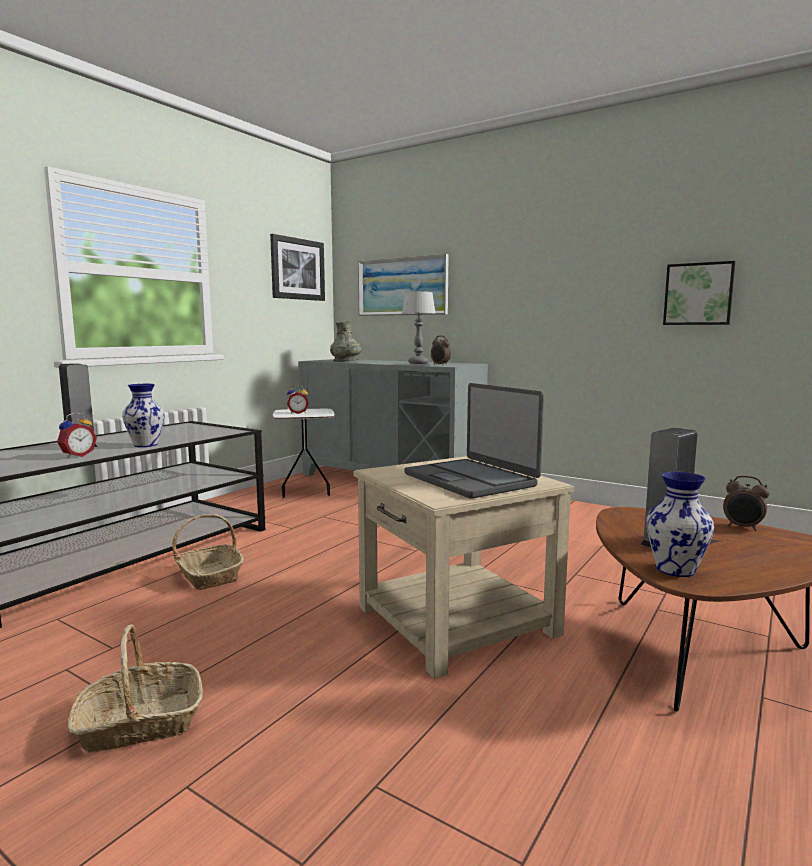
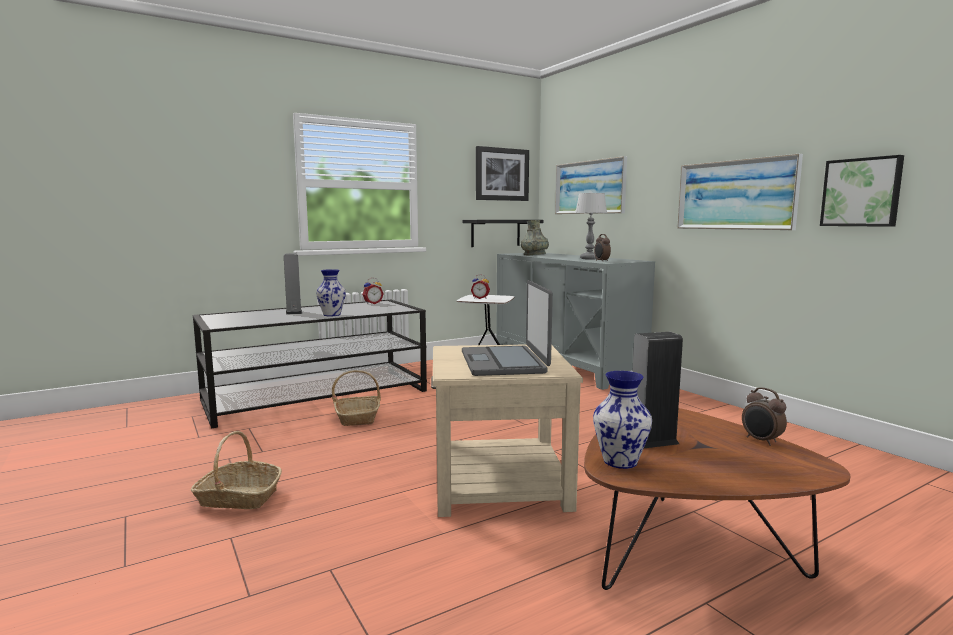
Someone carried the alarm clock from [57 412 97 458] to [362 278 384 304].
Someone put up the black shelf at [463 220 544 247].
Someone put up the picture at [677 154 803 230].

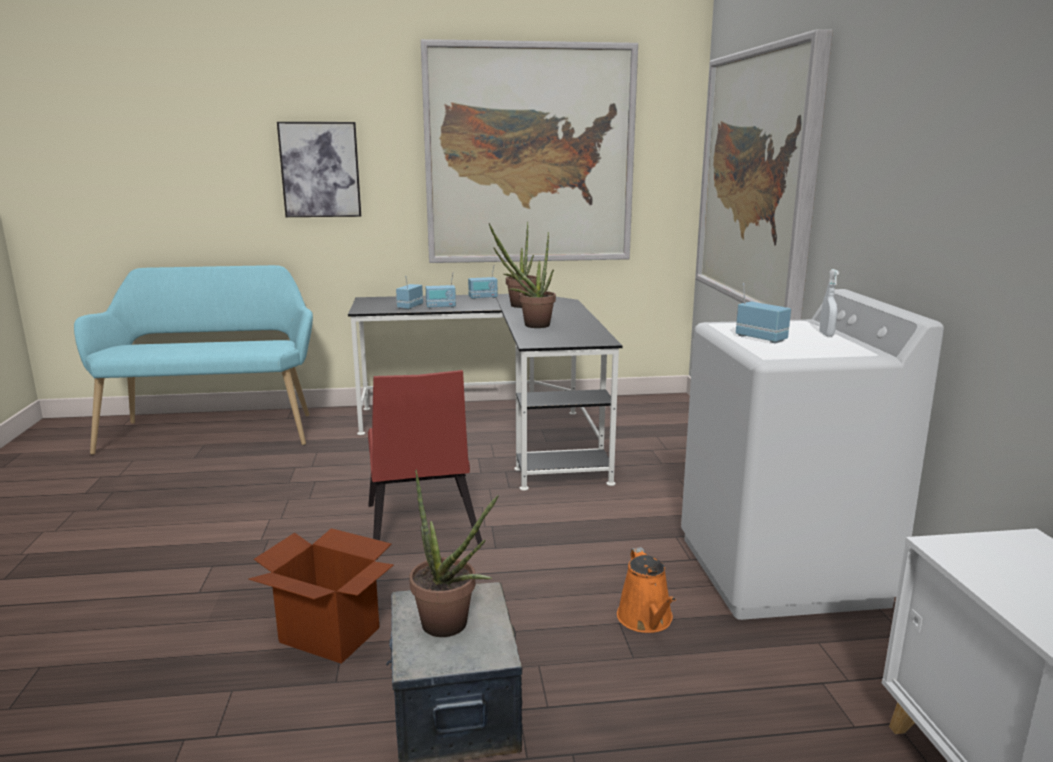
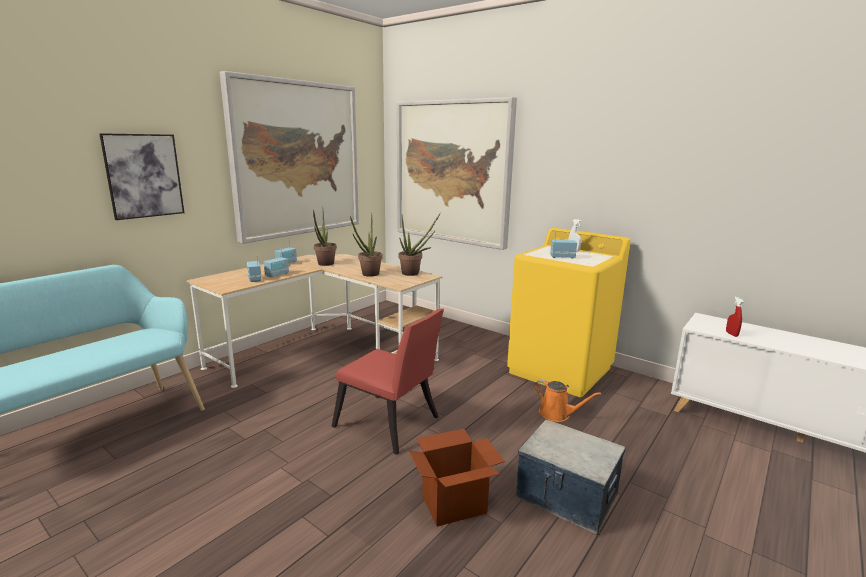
Someone repainted the black desk at [348 294 623 491], which became the beige desk at [187 254 443 388].
Someone carried the potted plant from [409 469 499 637] to [399 212 441 276].
Someone repainted the white washing machine at [681 289 944 620], which became the yellow washing machine at [507 228 631 397].
Someone put down the red spray bottle at [726 297 744 337].

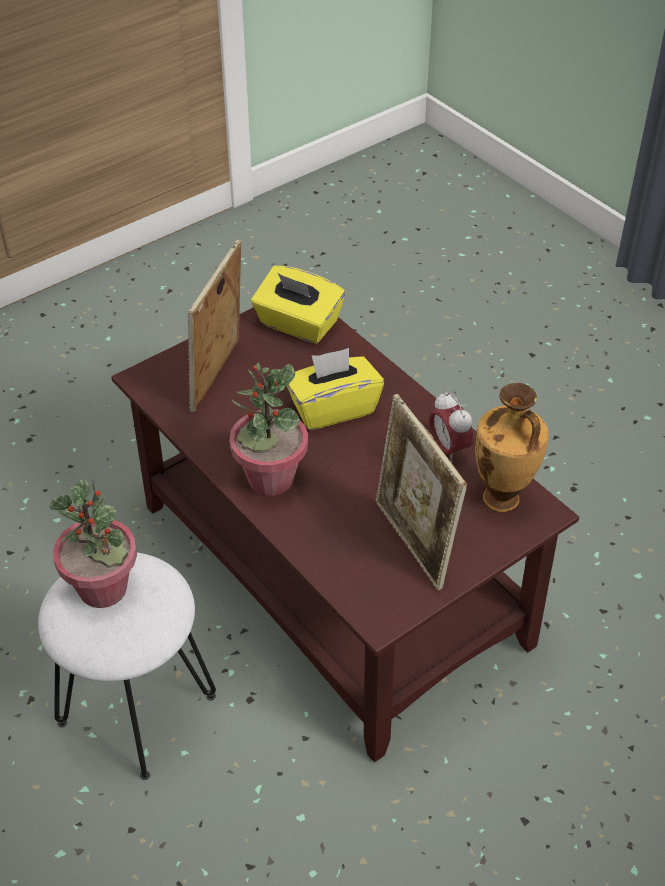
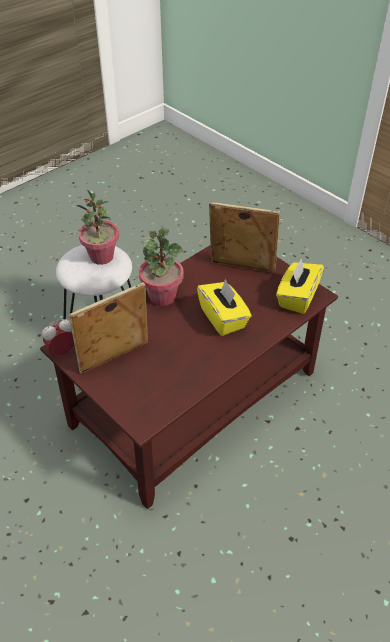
Someone carried the alarm clock from [429 391 474 463] to [42 319 75 356].
Someone took away the vase at [475 383 549 512].

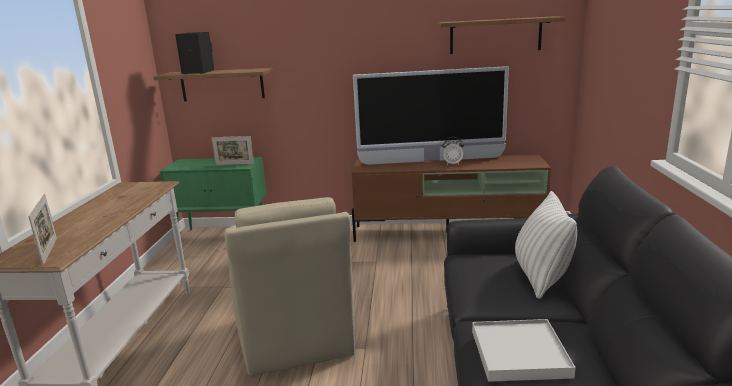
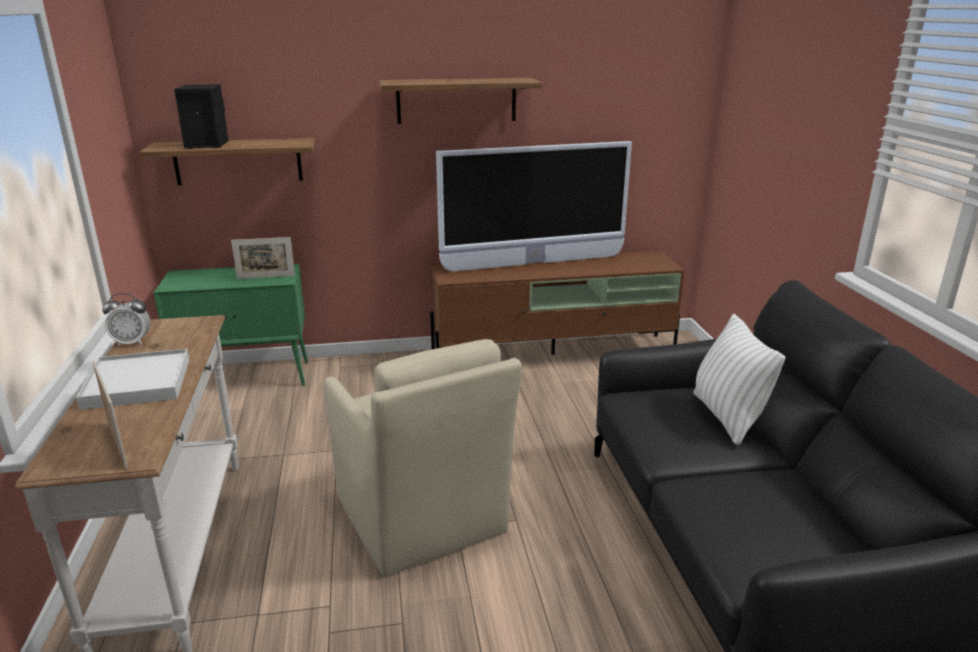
Someone carried the white tray from [472 319 576 382] to [76 349 189 410].
Someone carried the alarm clock from [443 137 464 165] to [102 293 151 346].
Someone carried the shelf from [438 16 565 54] to [379 78 543 124].

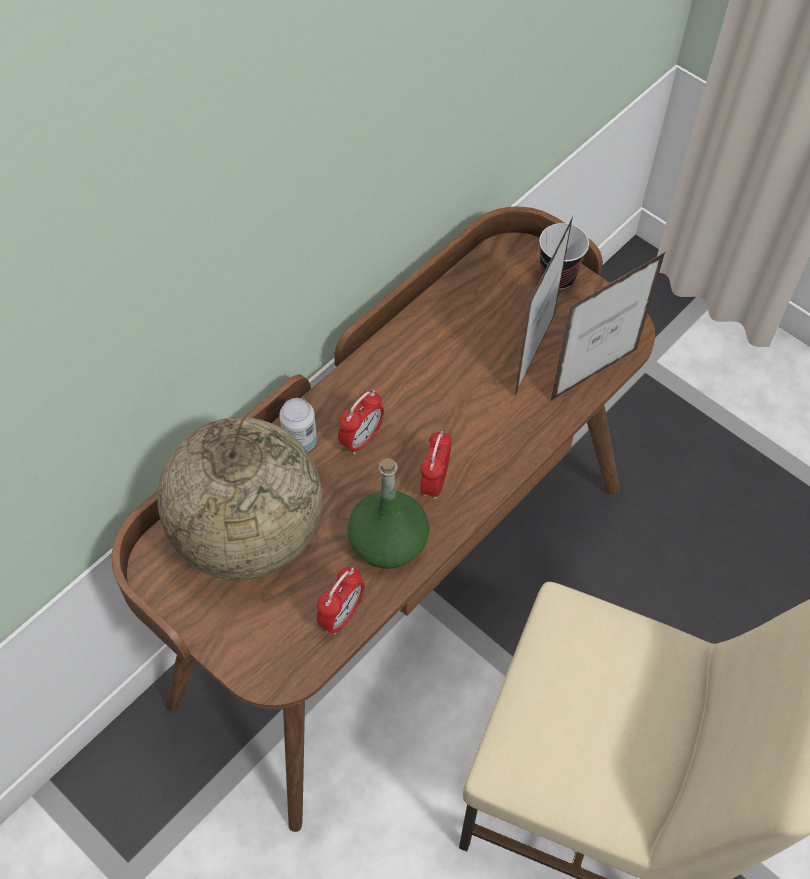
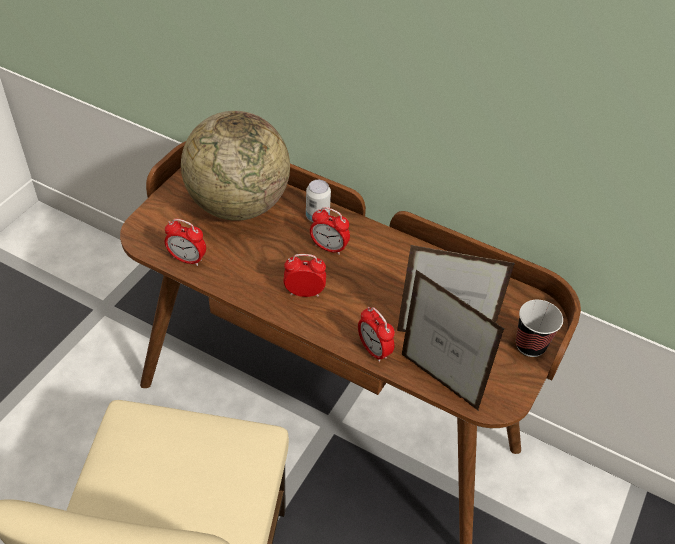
Someone put down the alarm clock at [358 307 395 362].
Someone took away the green bottle at [347 458 429 569].

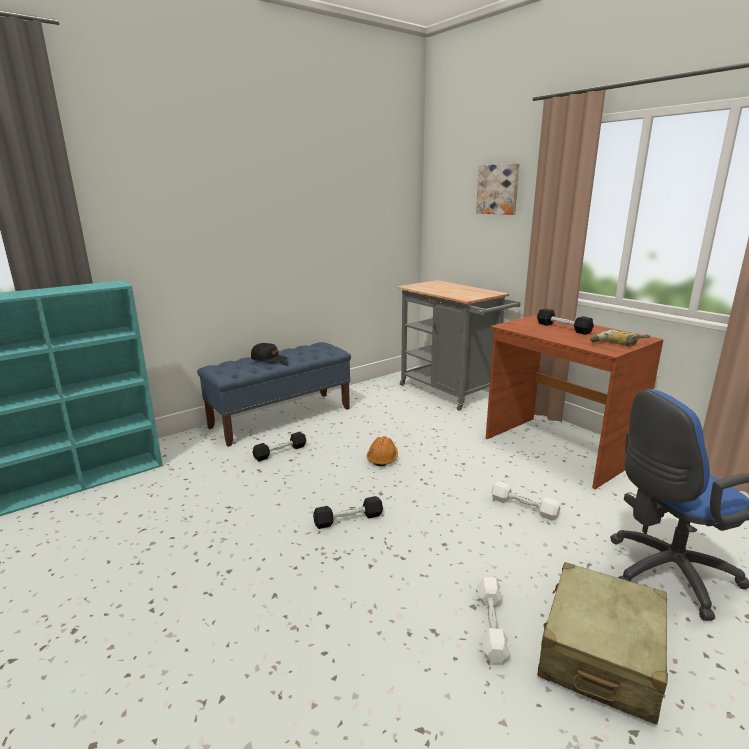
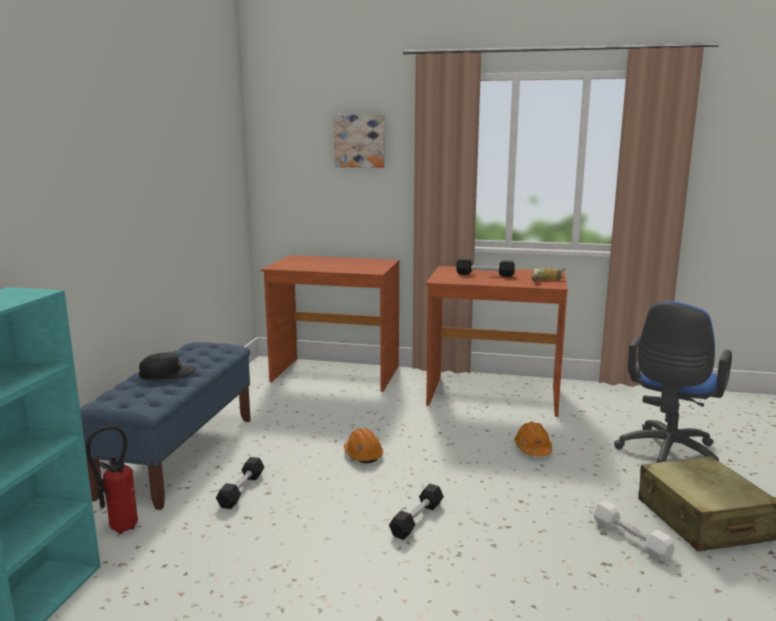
Someone put down the fire extinguisher at [86 425 138 534].
Someone swapped the grey cart at [397 280 520 411] for the brown desk at [261 255 399 392].
Someone swapped the white dumbbell at [491 481 560 520] for the orange hard hat at [514 422 552 456].

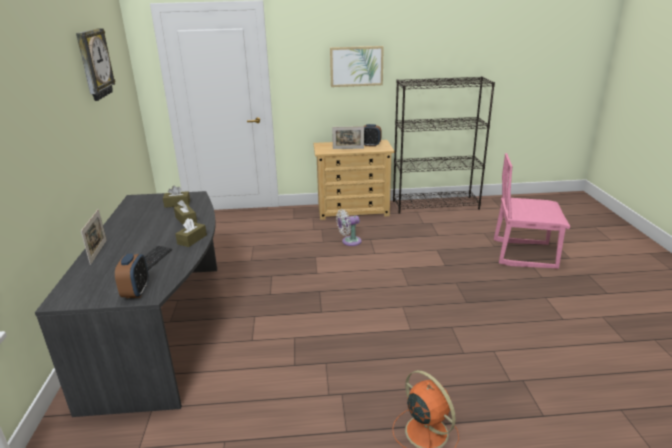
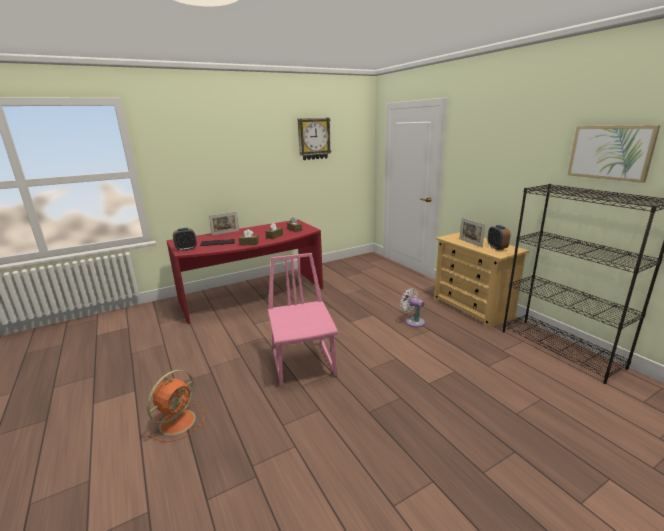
Someone repainted the grey desk at [35 191 217 417], which became the red desk at [166 219 323 324].
Someone carried the pink chair from [494 153 570 269] to [268 253 338 386].
Someone carried the picture from [330 46 384 87] to [568 125 660 183].

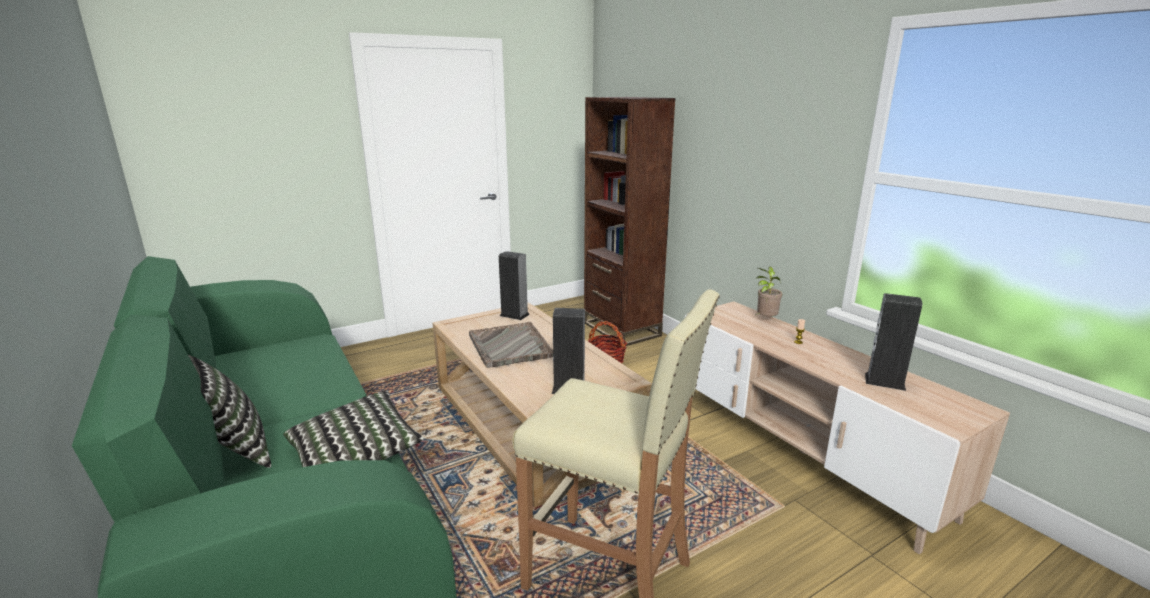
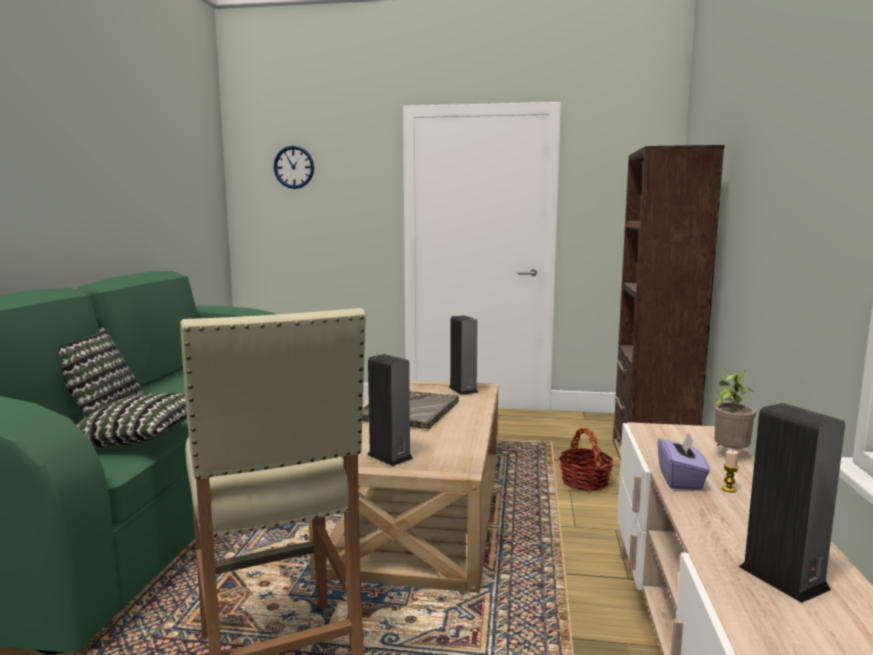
Someone put up the wall clock at [274 146 314 189].
Someone put down the purple tissue box at [658 432 710 490].

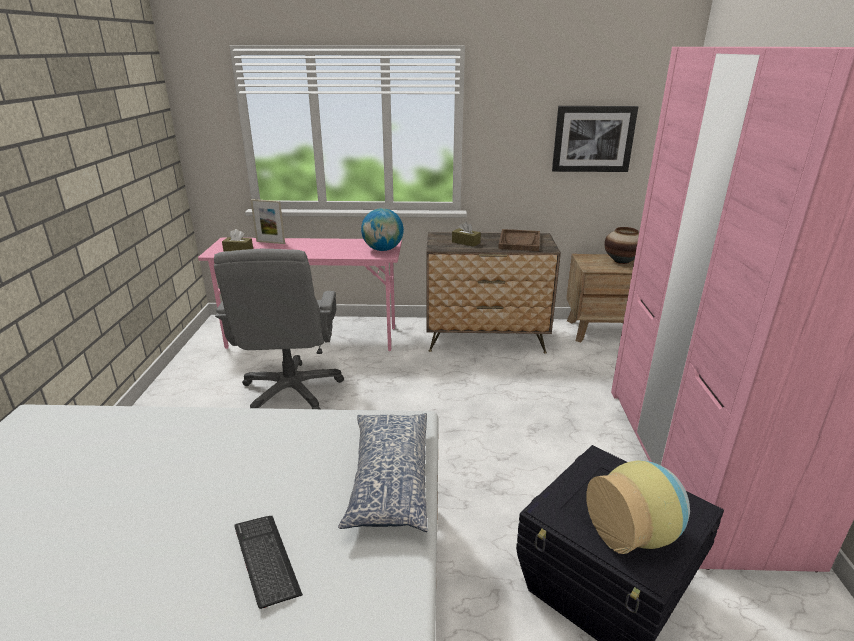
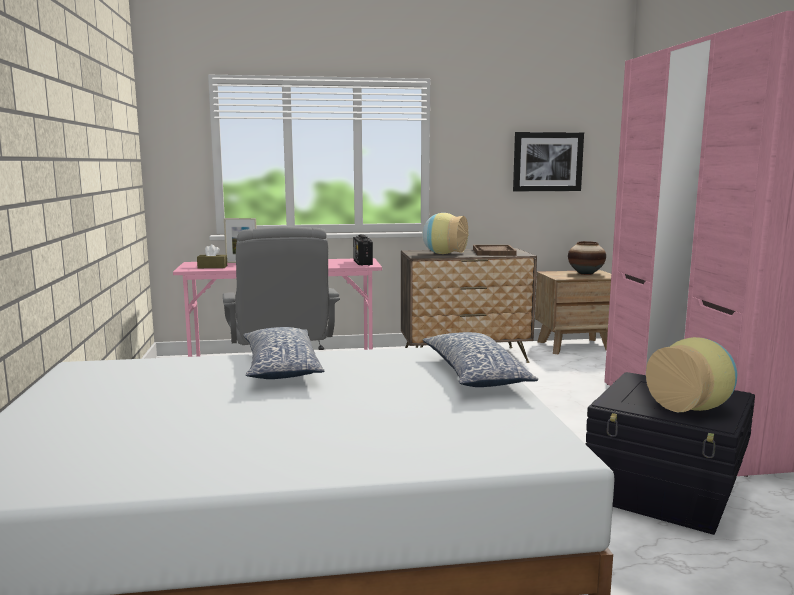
Someone put down the pillow at [243 327 324 379].
Someone swapped the globe at [361 208 404 251] for the radio at [353 234 373 266].
Someone swapped the brown tissue box at [452 222 481 247] for the vase at [423 213 468 254].
Someone took away the keyboard at [234 516 303 609].

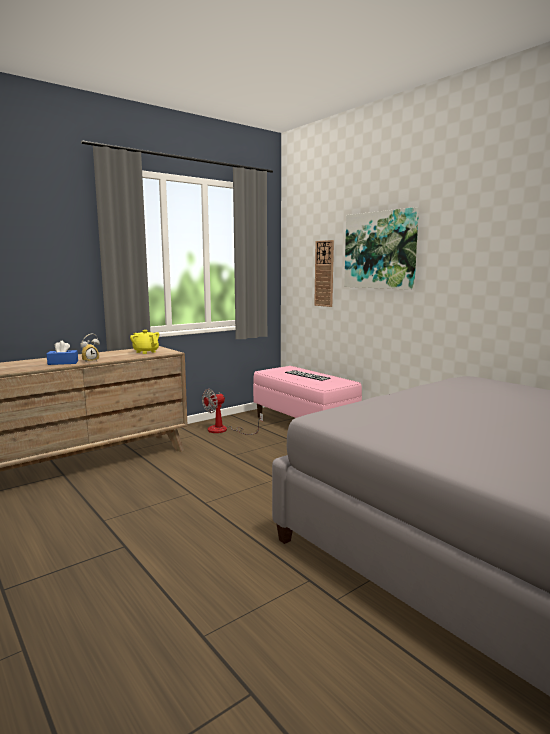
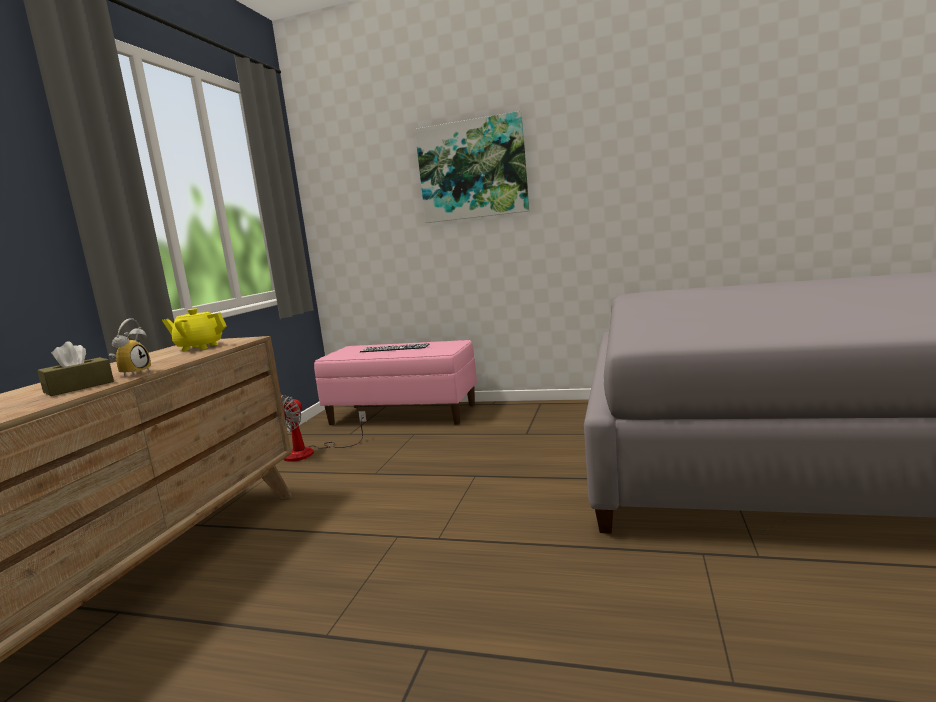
Someone repainted the blue tissue box at [47 341 78 365], which became the brown tissue box at [37 341 114 396].
Someone took away the wall clock at [314 240 334 307].

